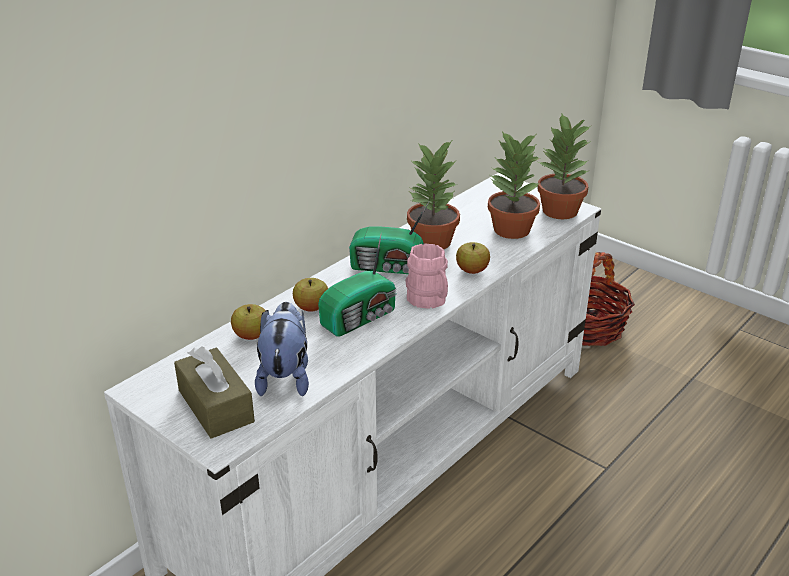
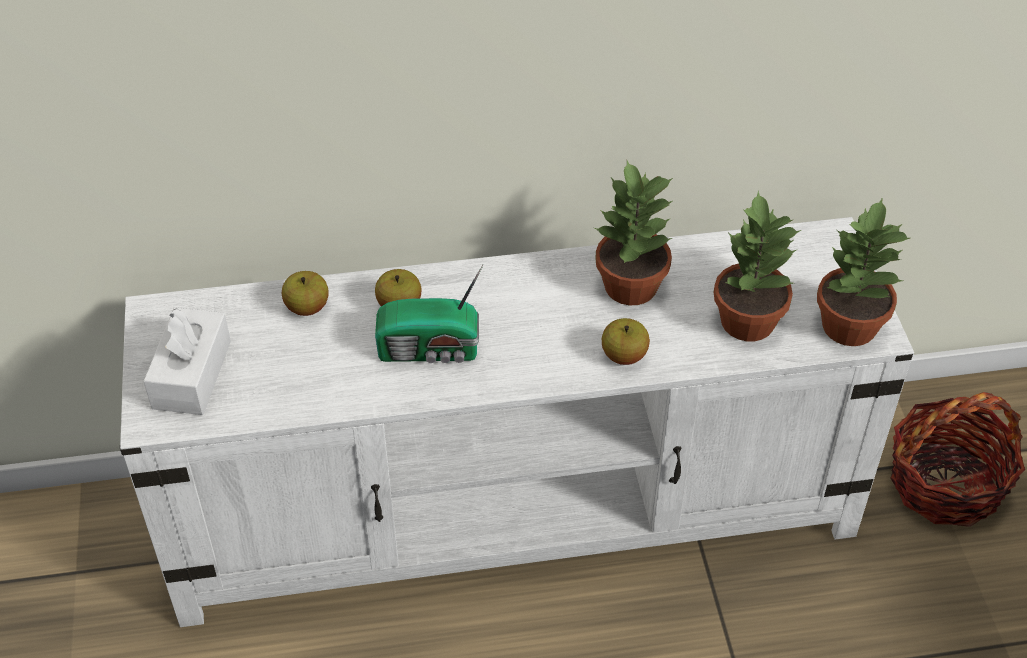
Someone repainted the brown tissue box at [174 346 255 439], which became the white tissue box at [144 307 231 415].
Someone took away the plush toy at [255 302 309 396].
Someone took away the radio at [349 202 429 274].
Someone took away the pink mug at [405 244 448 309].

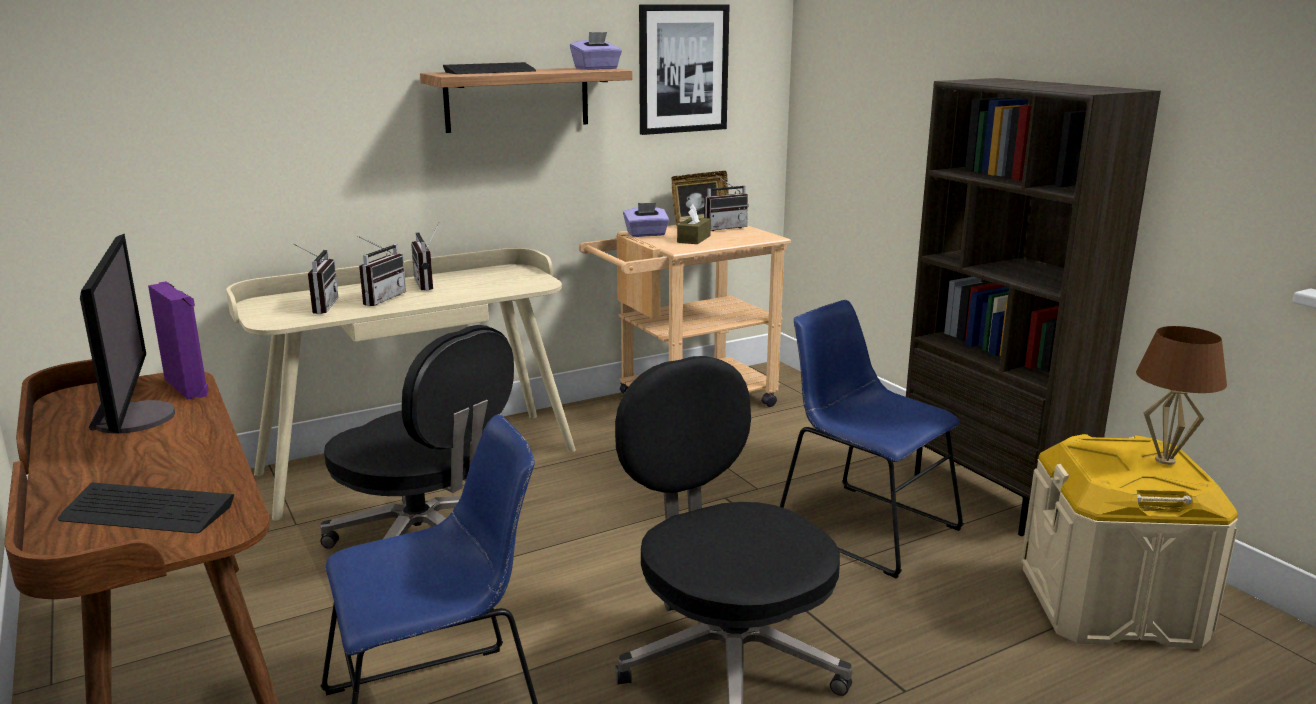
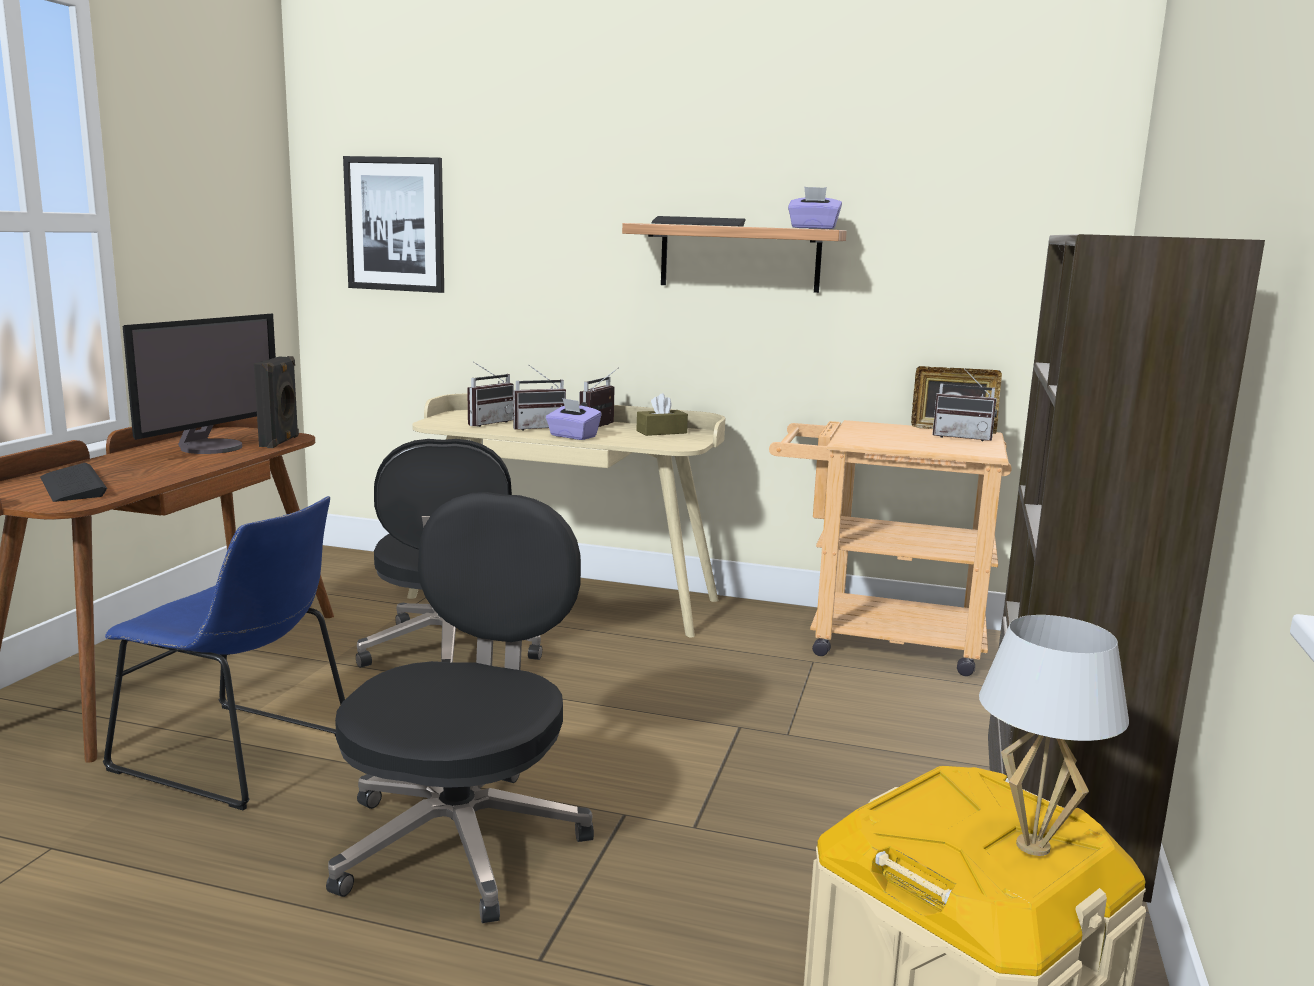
Someone repainted the purple speaker at [148 281 209 399], which became the black speaker at [254 356 299 448].
Someone carried the picture from [639 5 730 135] to [343 156 444 293].
Someone carried the purple tissue box from [623 203 669 237] to [546 398 602 440].
Someone carried the brown tissue box from [677 205 711 244] to [636 393 688 436].
Someone repainted the brown table lamp at [1136 326 1227 465], which became the white table lamp at [979 615 1129 856].
Someone took away the blue chair at [780 300 964 578].

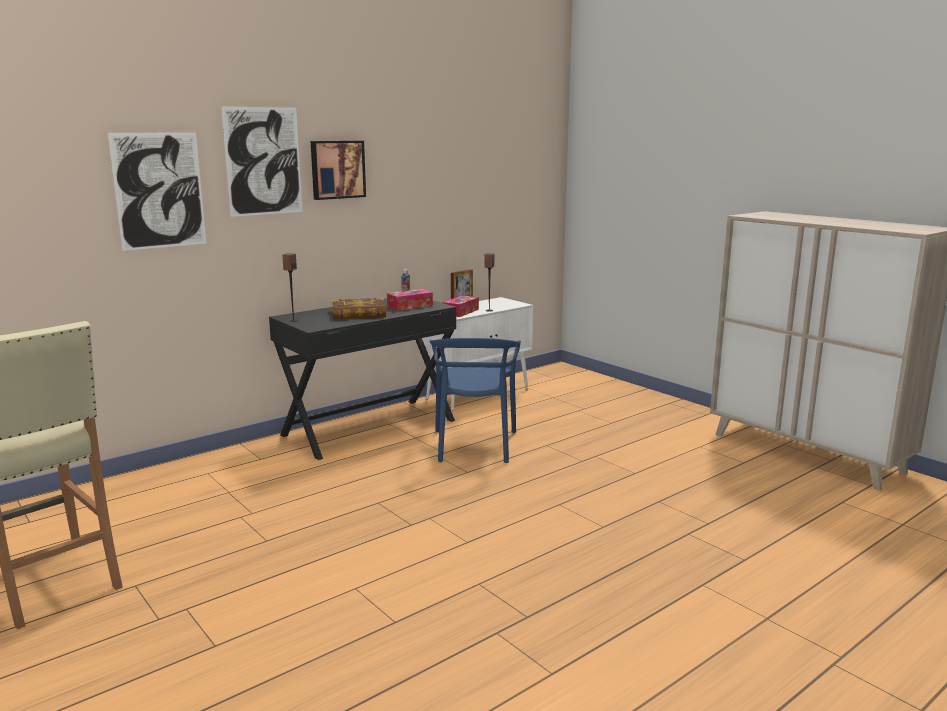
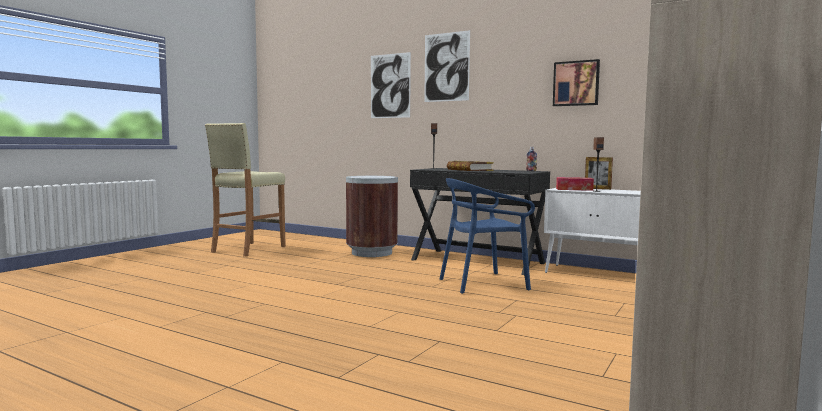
Someone put down the brown trash can at [346 176 398 257].
Someone carried the picture from [311 141 366 200] to [553 59 600 106].
Someone took away the tissue box at [387 289 433 311].

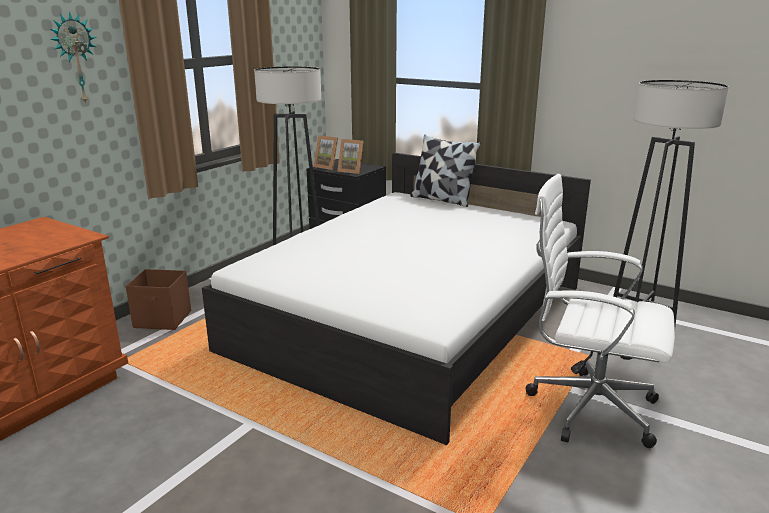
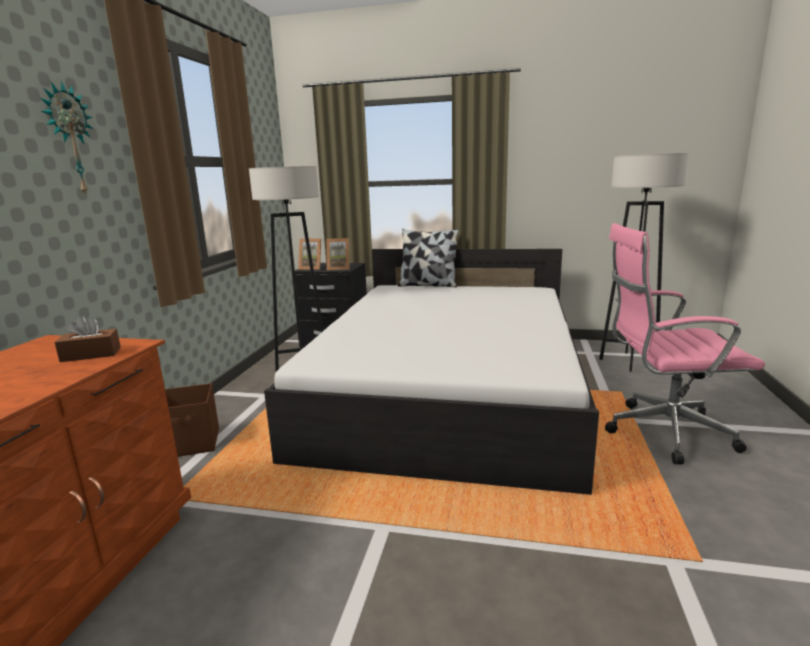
Someone put down the brown tissue box at [54 315 121 362].
Someone repainted the white office chair at [526 174 675 448], which became the pink office chair at [605 223 765 464].

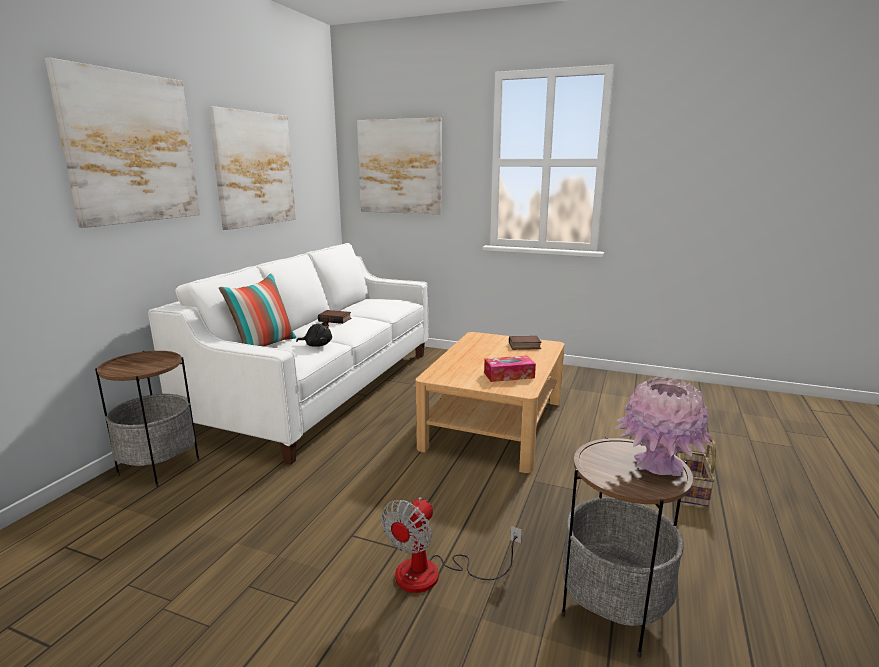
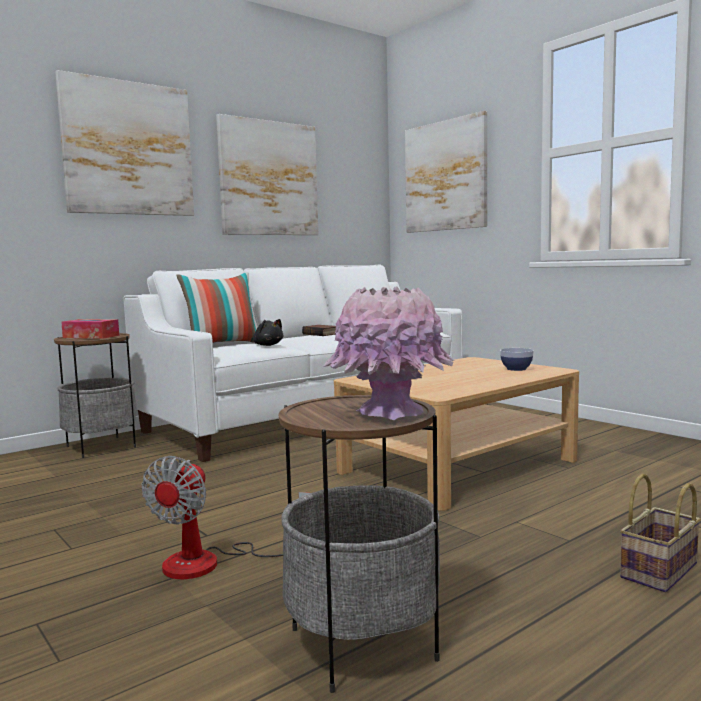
Someone carried the tissue box from [484 356 536 382] to [61 319 119 339].
Someone rotated the fan at [381 497 522 593] by 45 degrees counterclockwise.
Someone swapped the book at [509 336 542 350] for the bowl at [500 348 534 371].

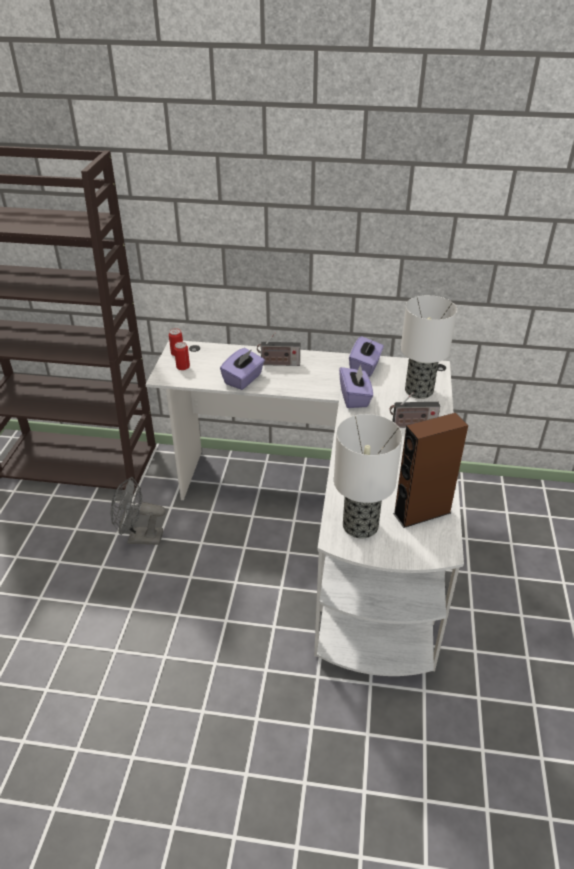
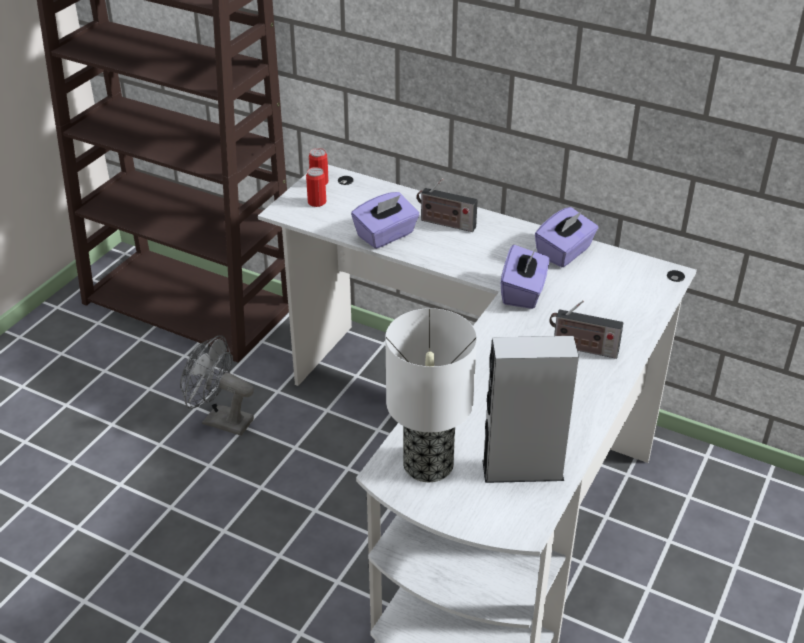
Someone repainted the brown speaker at [393 413 468 528], which became the grey speaker at [482 336 579 483].
Someone took away the table lamp at [401 295 457 399].

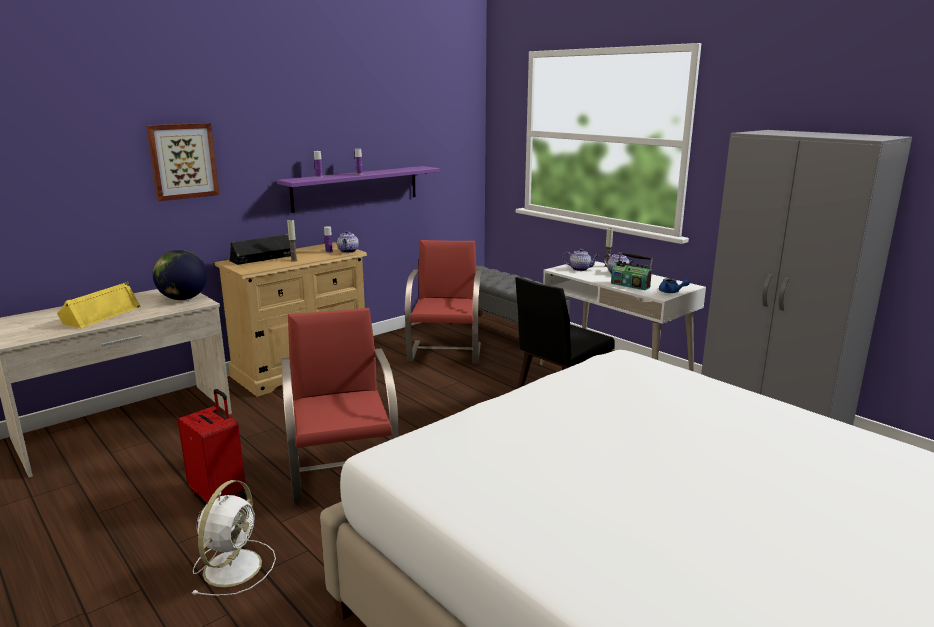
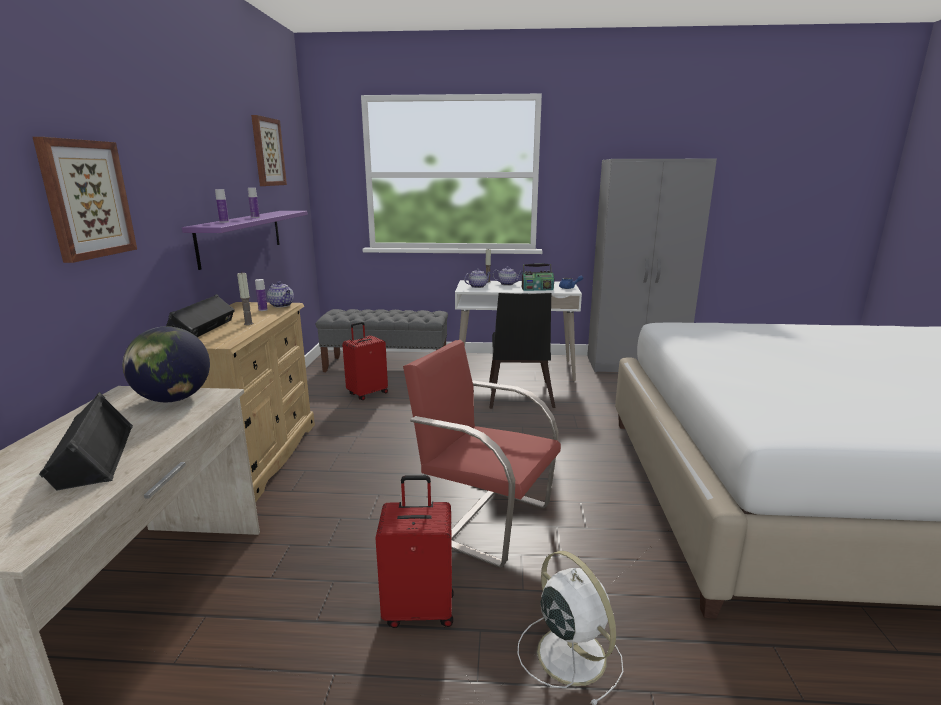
Someone repainted the yellow speaker at [57 282 141 329], which became the black speaker at [39 392 133 491].
Someone put up the picture at [251 115 287 186].
Someone swapped the red chair at [405 240 482 364] for the red suitcase at [342 322 388 400].

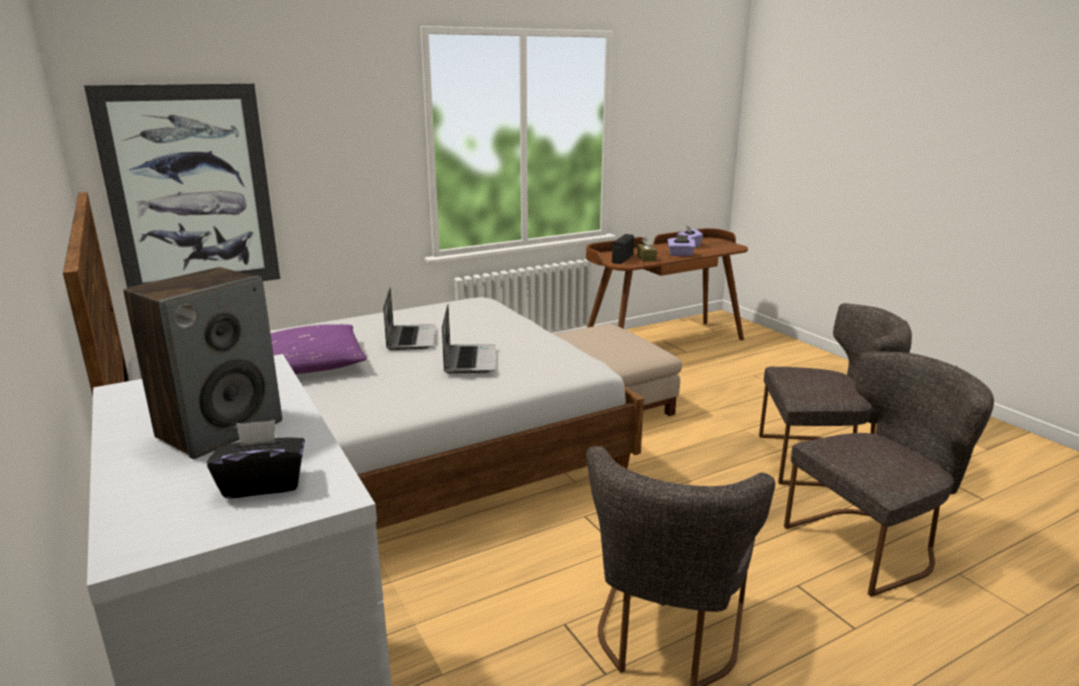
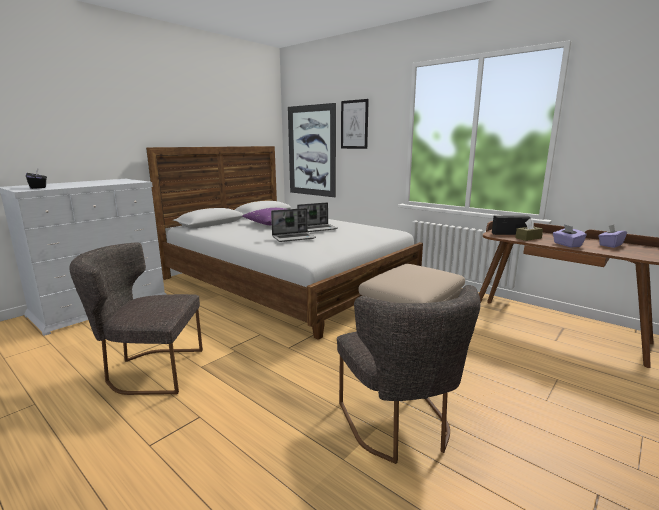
Someone put up the picture at [341 99 369 149].
Someone took away the speaker at [123 267 282 459].
Someone took away the grey chair at [784 352 994 597].

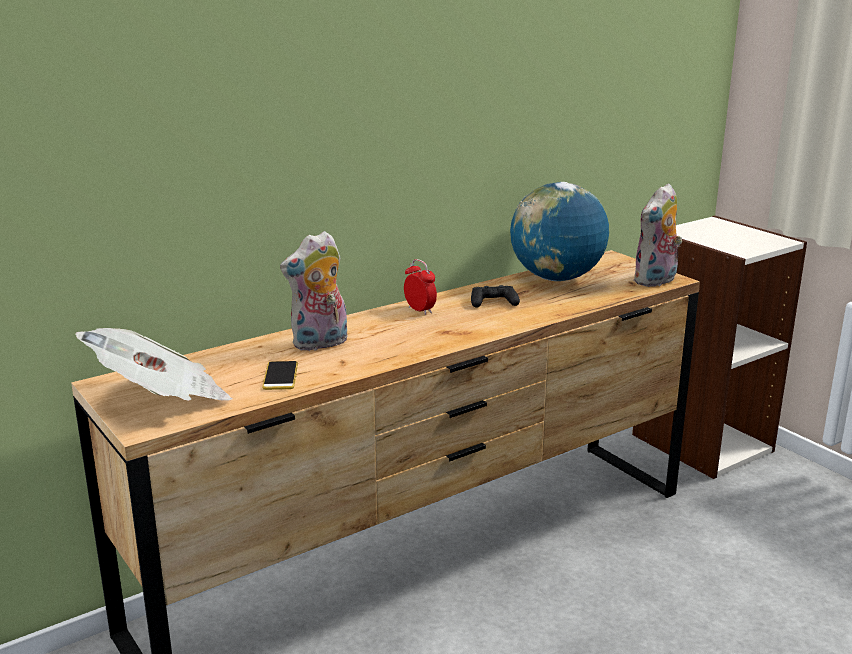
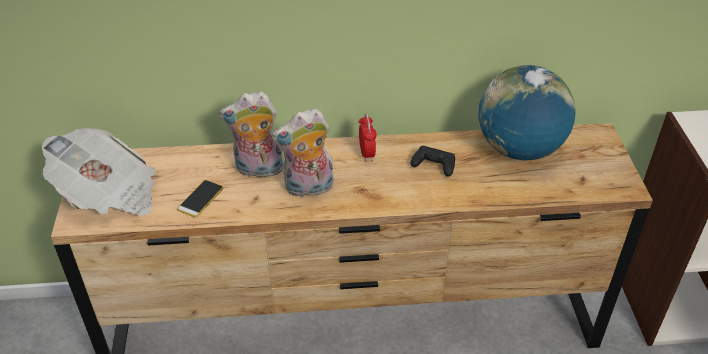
Someone carried the plush toy from [633 183 686 287] to [272 108 334 198].

